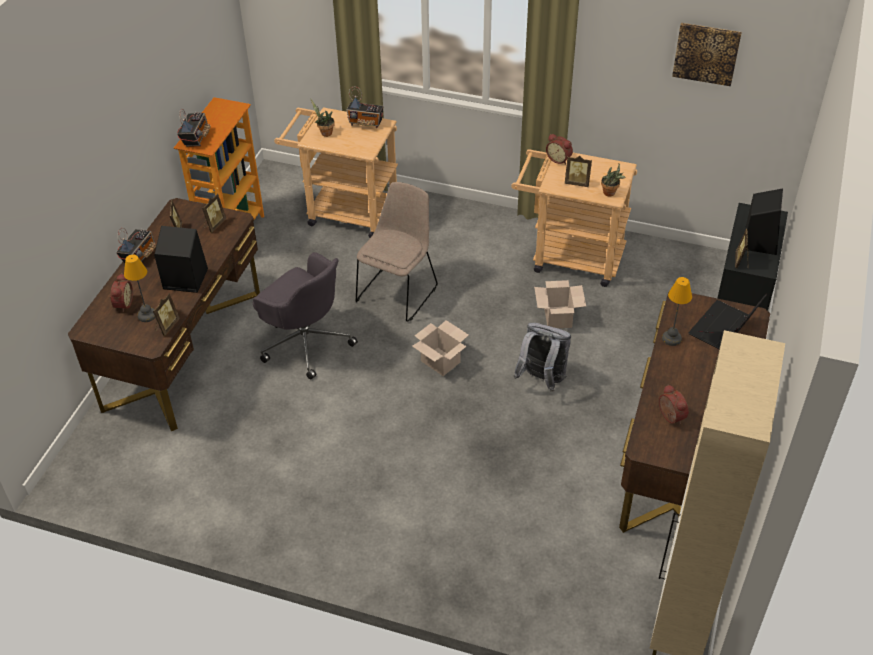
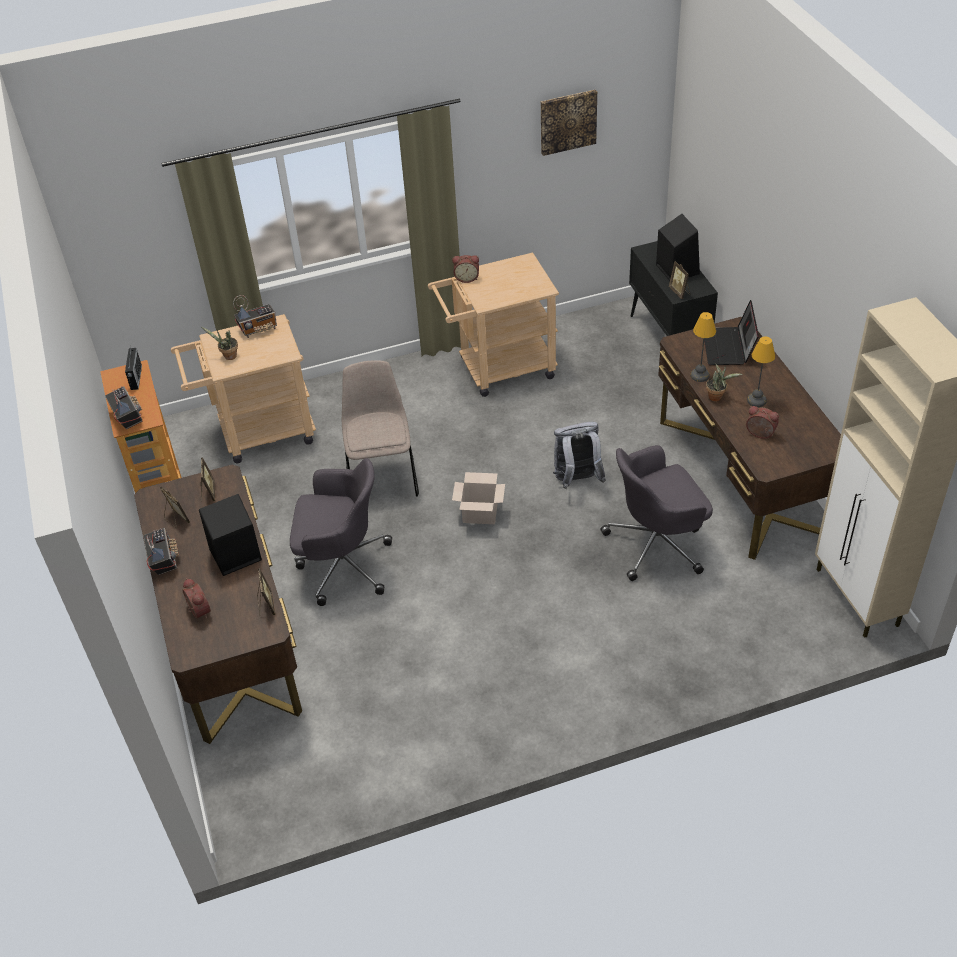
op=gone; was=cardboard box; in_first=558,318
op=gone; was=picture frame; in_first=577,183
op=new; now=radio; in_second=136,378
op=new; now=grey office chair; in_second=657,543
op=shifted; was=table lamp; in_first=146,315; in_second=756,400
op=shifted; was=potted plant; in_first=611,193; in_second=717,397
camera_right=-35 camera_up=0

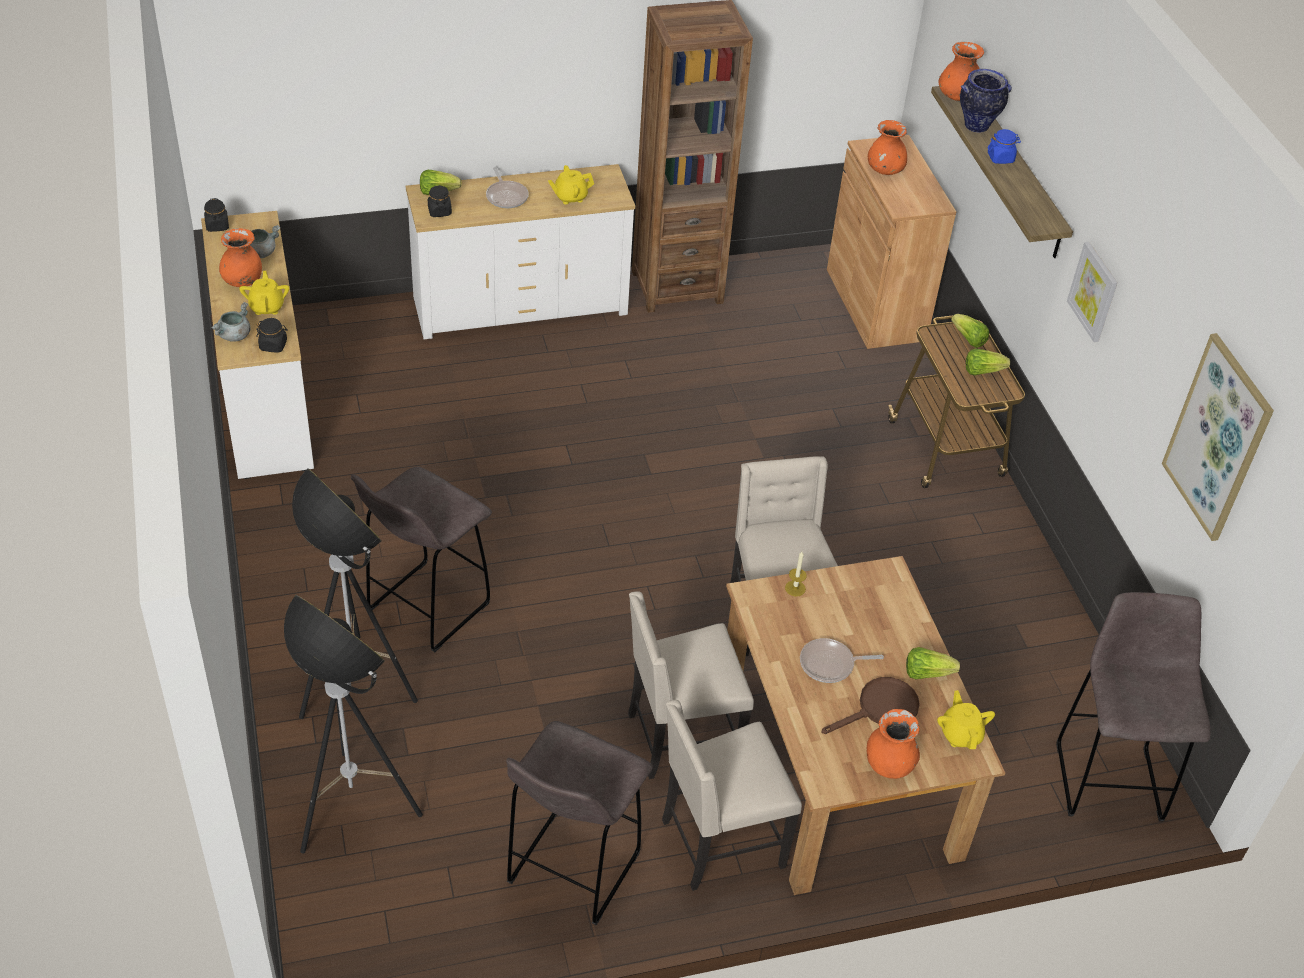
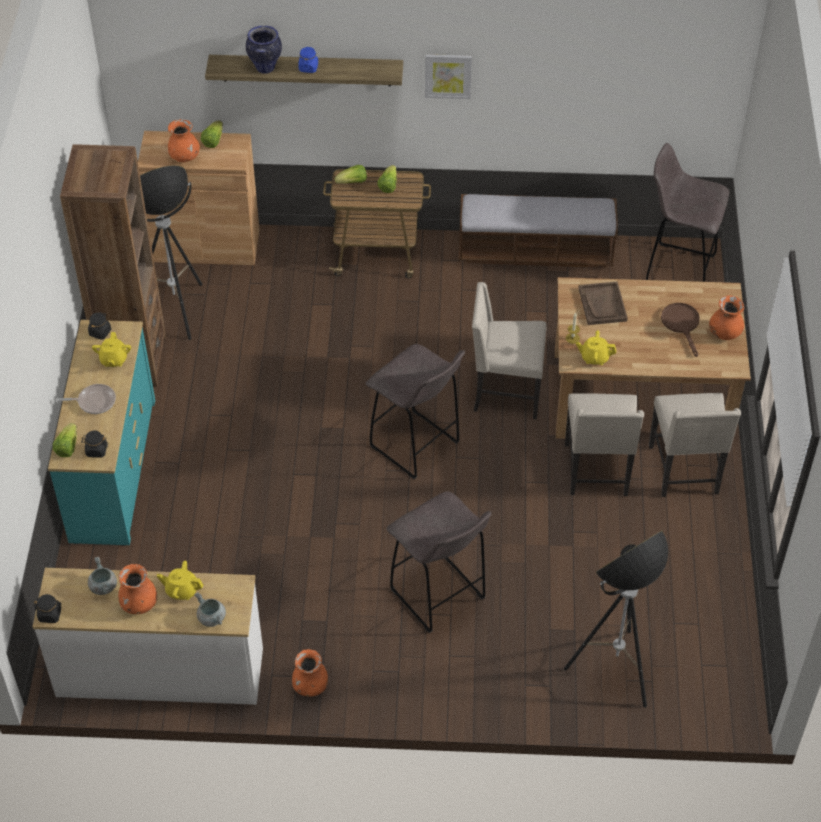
op=gone; was=frying pan; in_first=830,664
op=gone; was=picture; in_first=1218,438
op=new; now=bench; in_second=535,252
op=new; now=brown tray; in_second=602,305
op=shifted; was=black jar; in_first=273,345; in_second=100,332
op=shifted; was=floor lamp; in_first=355,687; in_second=176,311
op=shifted; was=grey stool; in_first=571,871; in_second=416,446
op=shifted; was=lettuce; in_first=927,673; in_second=213,140
op=shifted; was=yellow teapot; in_first=960,734; in_second=594,357
op=shifted; was=orange vase; in_first=957,97; in_second=310,686
op=repainted; was=white dresser; now=turquoise dresser; in_first=520,306; in_second=112,469
camera_right=-70 camera_up=5

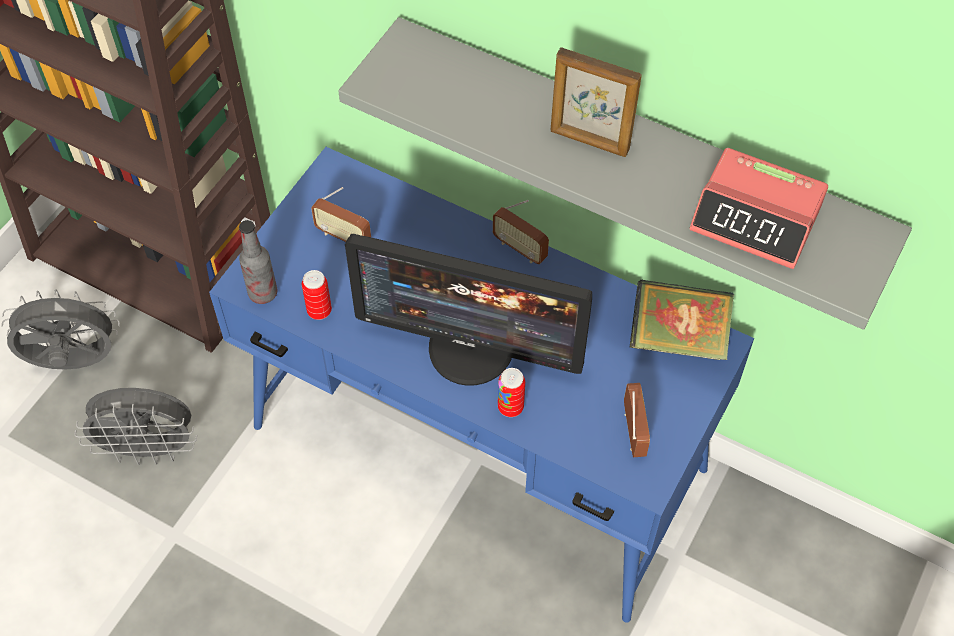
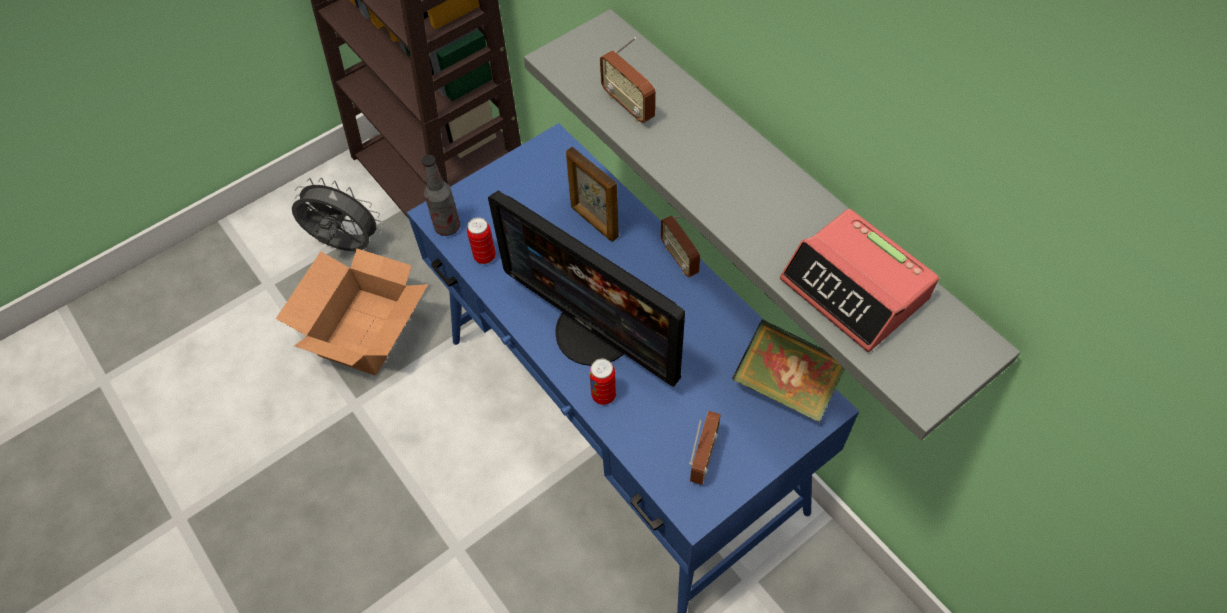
op=shifted; was=radio; in_first=343,237; in_second=628,106
op=shifted; was=picture frame; in_first=589,141; in_second=594,222
op=swapped; was=grey fan; now=cardboard box; in_first=150,449; in_second=368,331
camera_right=25 camera_up=0

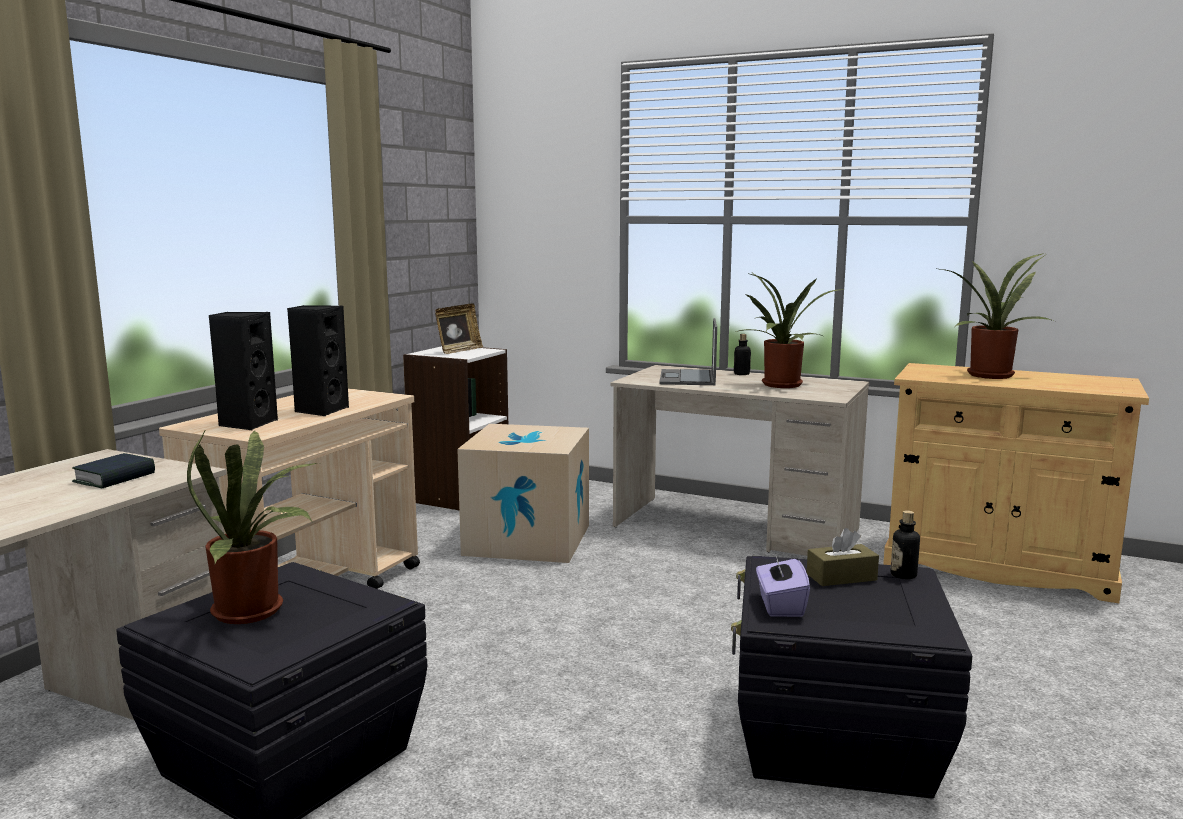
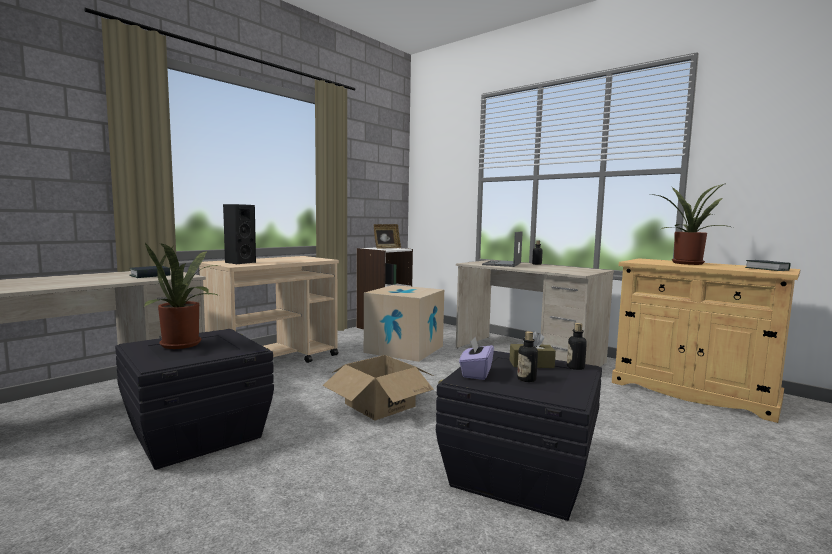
op=gone; was=black speaker; in_first=320,410
op=gone; was=potted plant; in_first=781,386
op=new; now=cardboard box; in_second=380,405
op=new; now=bottle; in_second=526,379
op=new; now=book; in_second=766,269
camera_right=15 camera_up=-5

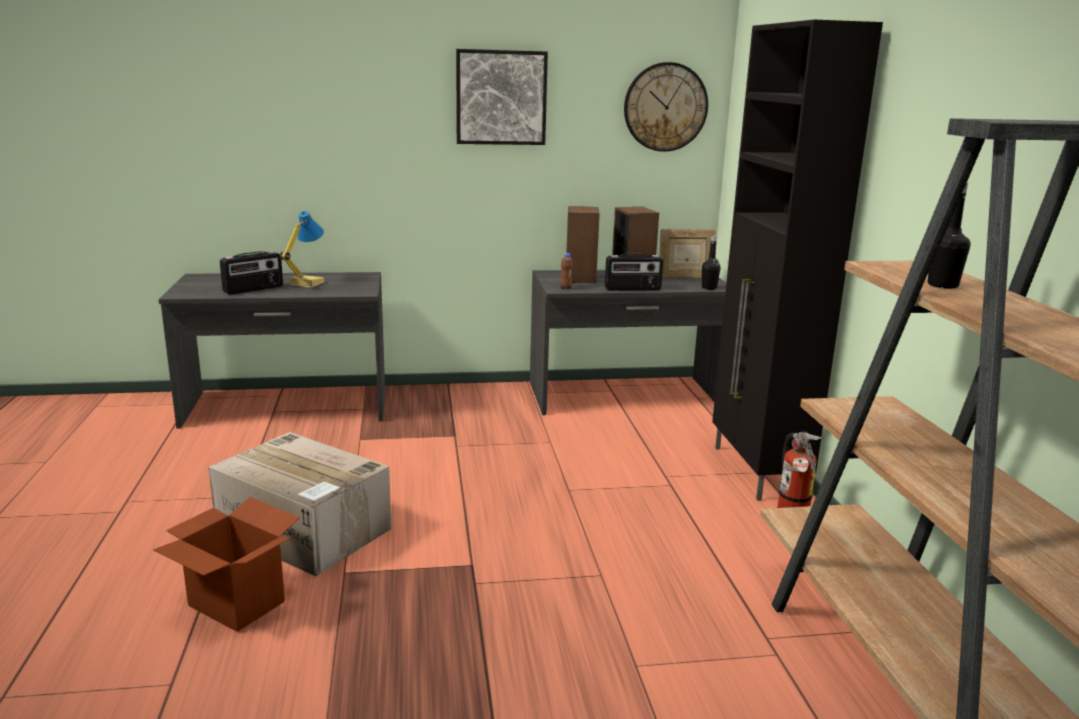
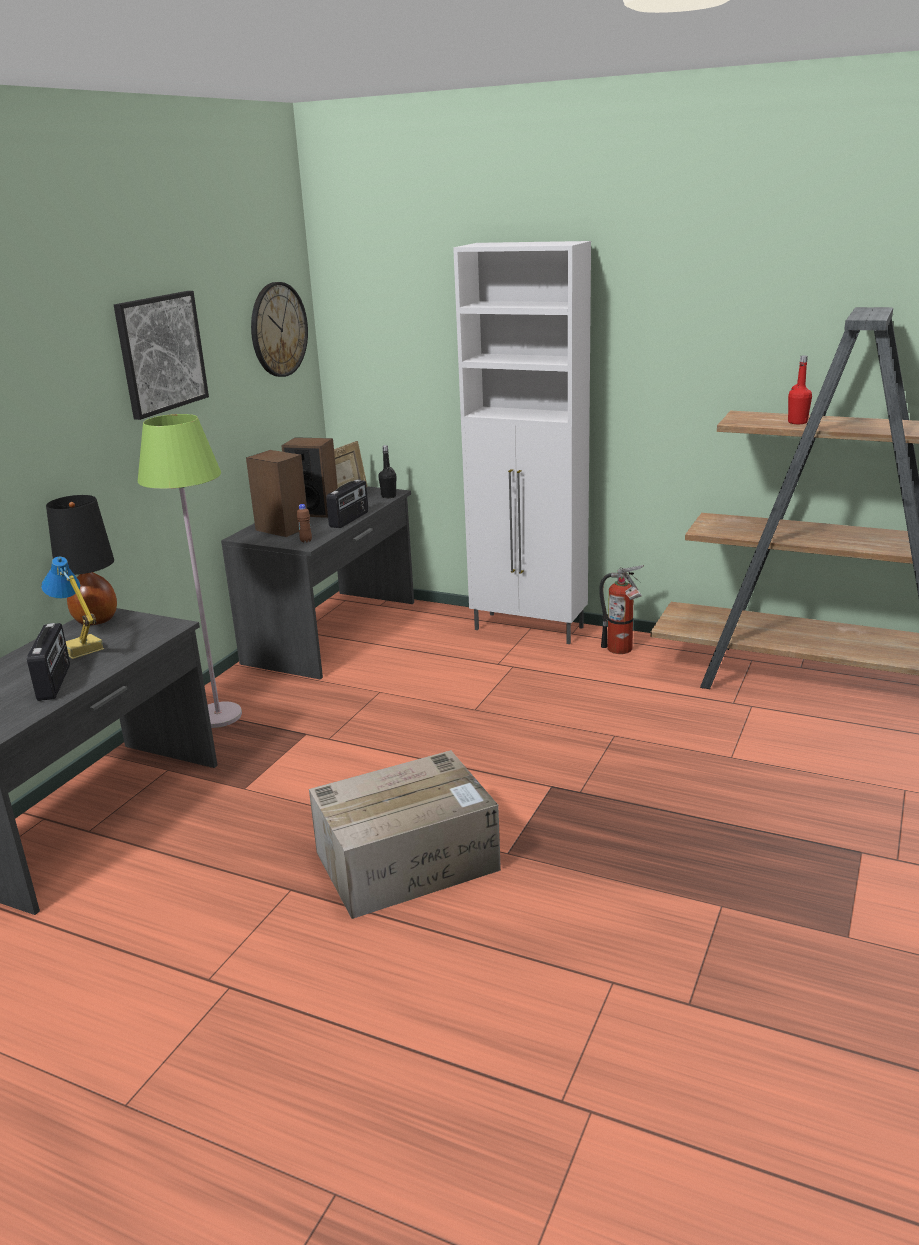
op=gone; was=cardboard box; in_first=236,603
op=new; now=black table lamp; in_second=96,620
op=new; now=green floor lamp; in_second=218,716
op=repainted; was=black cabinet; now=white cabinet; in_first=757,472; in_second=530,629
op=repainted; was=black bottle; now=red bottle; in_first=942,285; in_second=797,422
camera_right=-55 camera_up=5

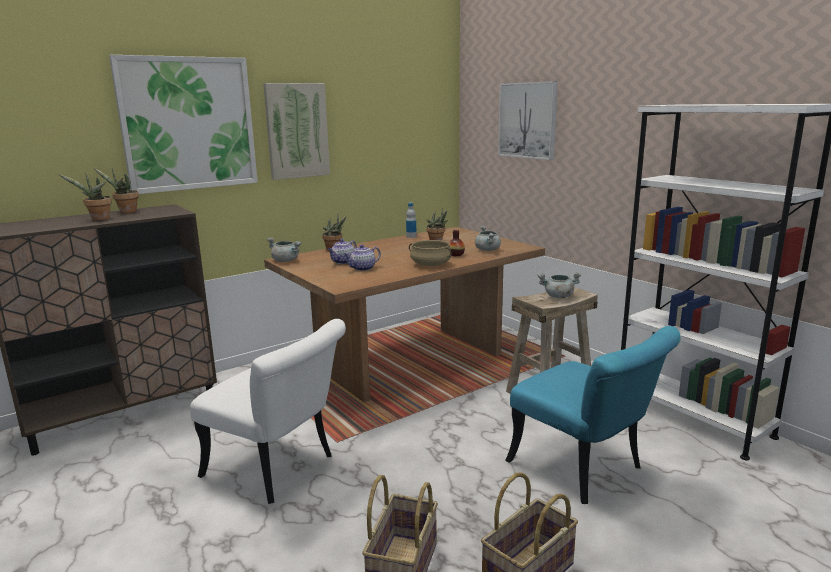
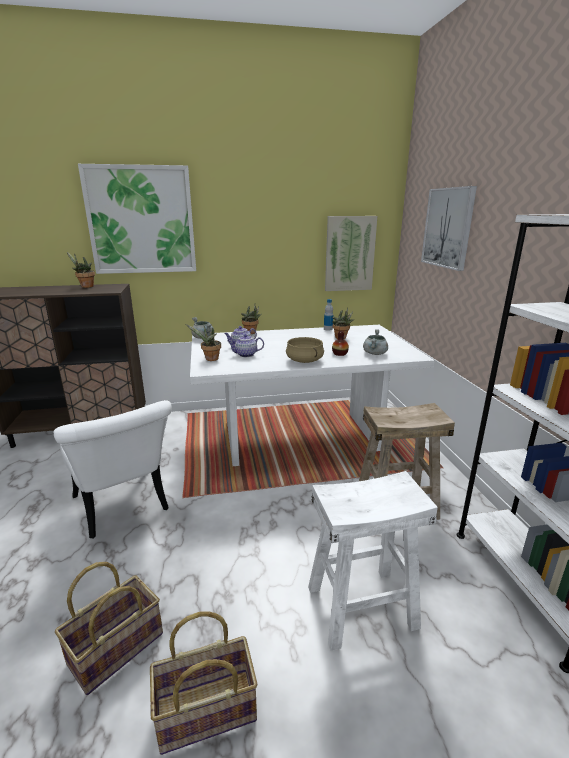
op=gone; was=grey cooking pot; in_first=558,296
op=shifted; was=potted plant; in_first=98,219; in_second=210,359
op=shifted; was=picture; in_first=297,131; in_second=349,253
op=swapped; was=turquoise chair; now=white stool; in_first=585,470; in_second=361,607
op=repainted; was=brown dining table; now=white dining table; in_first=409,362; in_second=300,438
camera_right=25 camera_up=5

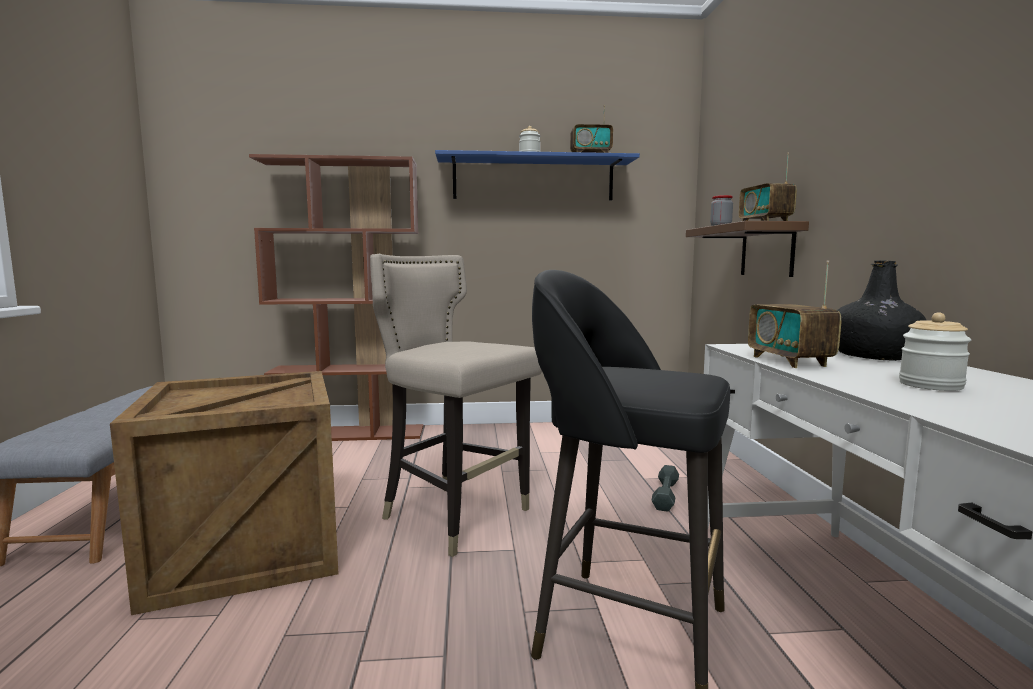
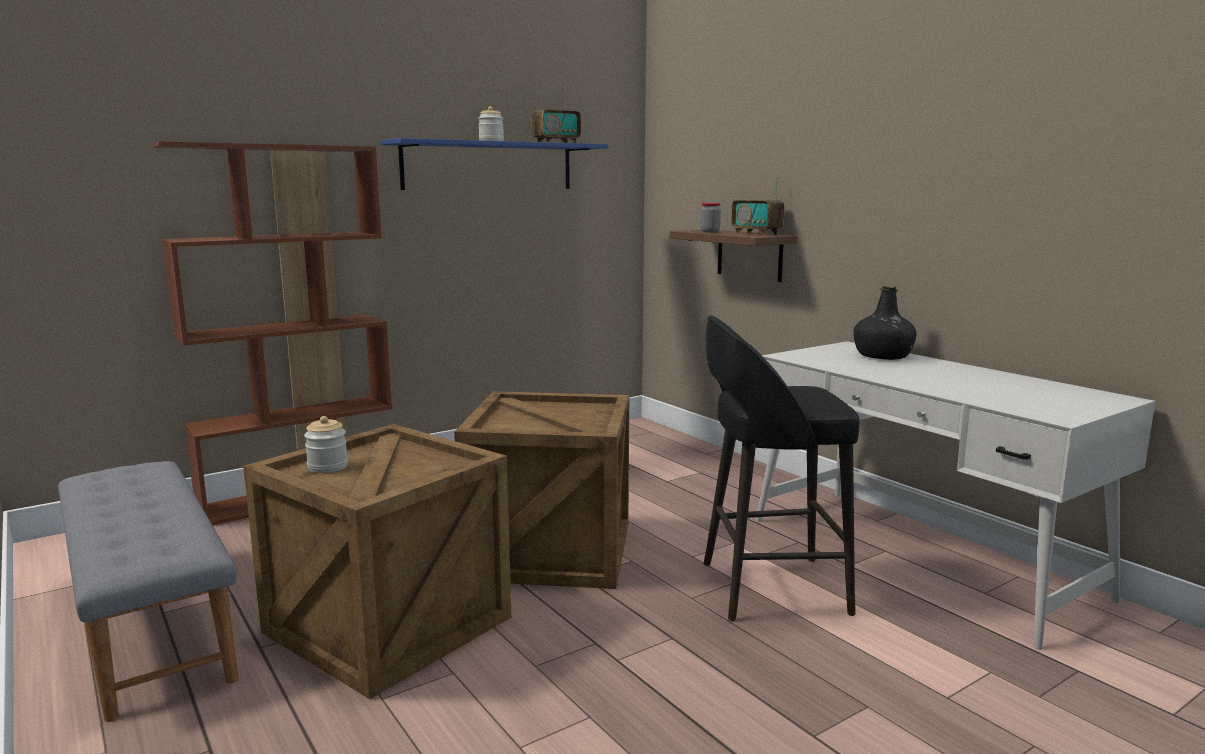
op=gone; was=grey dumbbell; in_first=665,494
op=gone; was=radio; in_first=789,361
op=shifted; was=jar; in_first=930,385; in_second=327,467
op=swapped; was=beige stool; now=crate; in_first=456,517; in_second=548,549
camera_right=-30 camera_up=5

